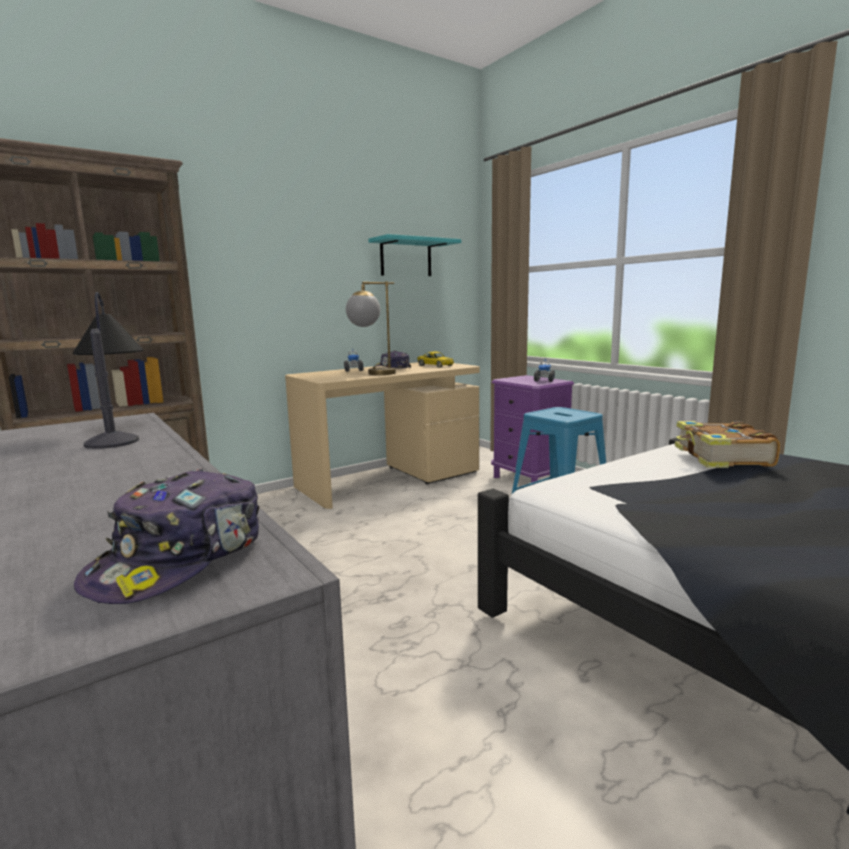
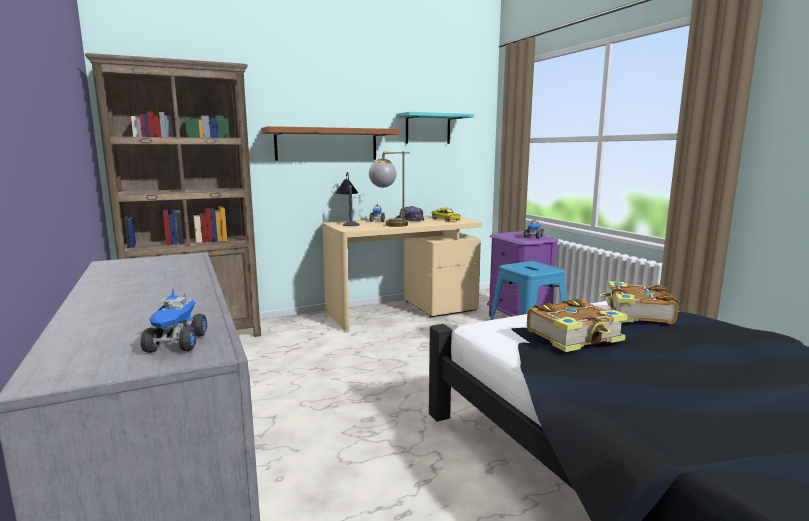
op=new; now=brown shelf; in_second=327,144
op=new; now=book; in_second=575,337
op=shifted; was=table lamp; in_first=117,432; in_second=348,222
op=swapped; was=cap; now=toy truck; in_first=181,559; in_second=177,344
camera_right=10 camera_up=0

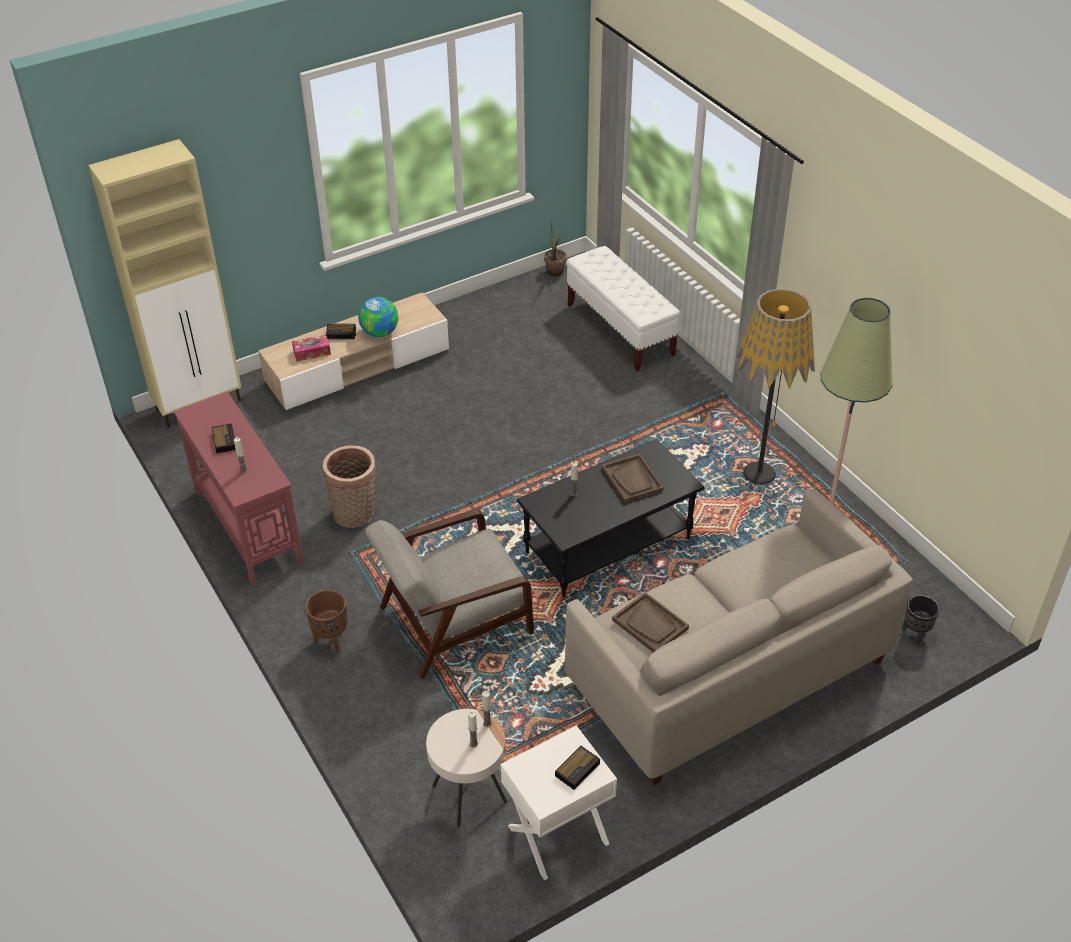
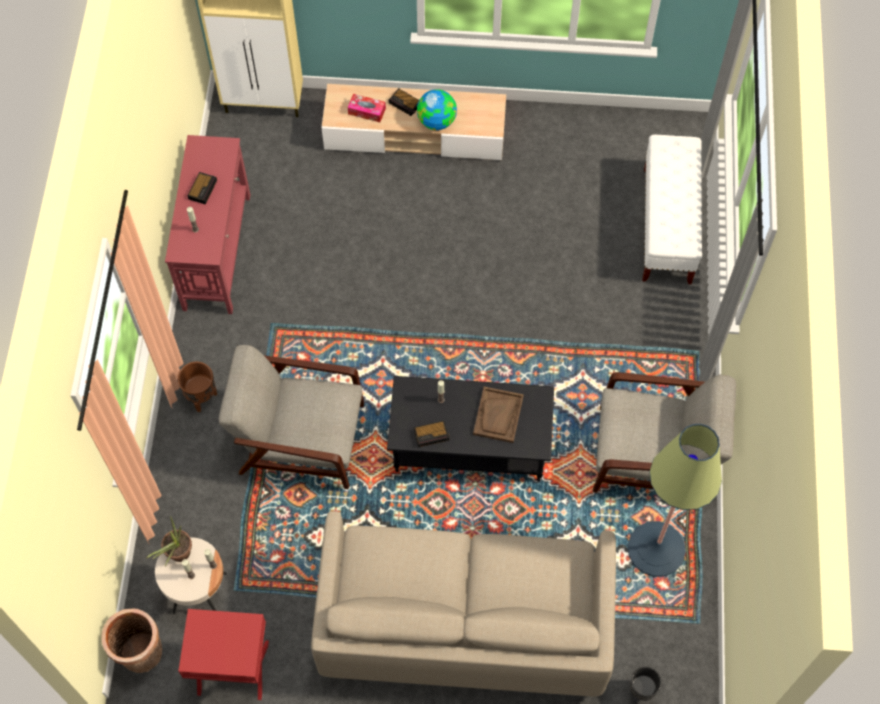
op=gone; was=brown tray; in_first=650,624
op=shifted; was=basket; in_first=356,514; in_second=142,655
op=shifted; was=potted plant; in_first=555,274; in_second=177,556
op=shifted; was=alarm clock; in_first=578,769; in_second=432,435
op=swapped; was=floor lamp; now=grey armchair; in_first=759,474; in_second=654,455
op=repainted; was=white nightstand; now=red nightstand; in_first=558,835; in_second=233,669
camera_right=35 camera_up=20

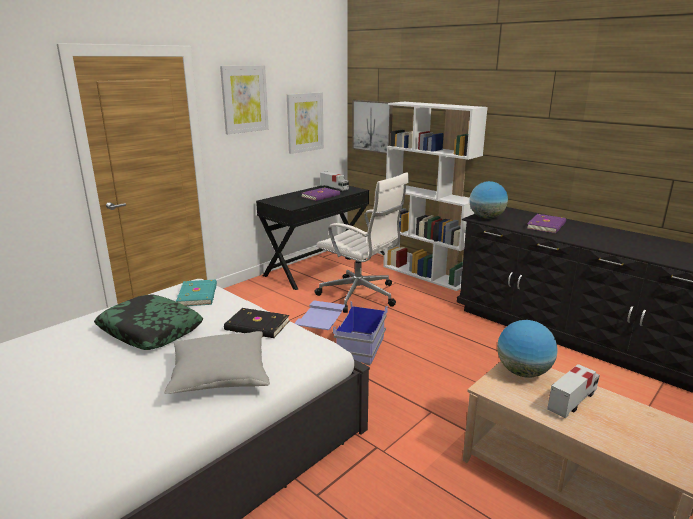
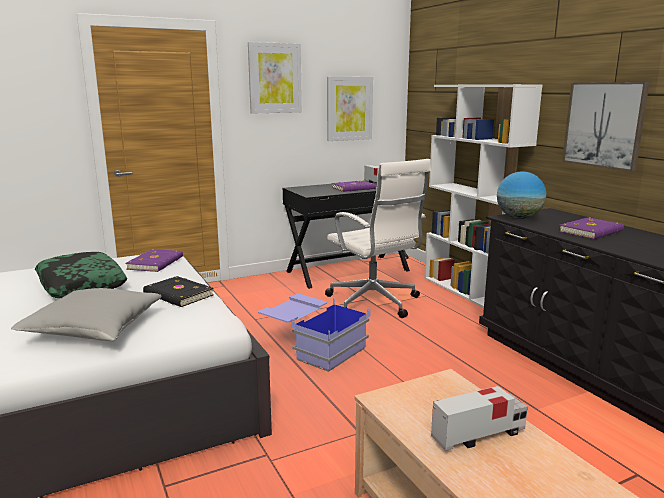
op=gone; was=globe; in_first=523,372
op=shifted; was=picture; in_first=372,126; in_second=604,125
op=repainted; was=turquoise book; now=purple book; in_first=198,295; in_second=156,263
camera_right=20 camera_up=-5

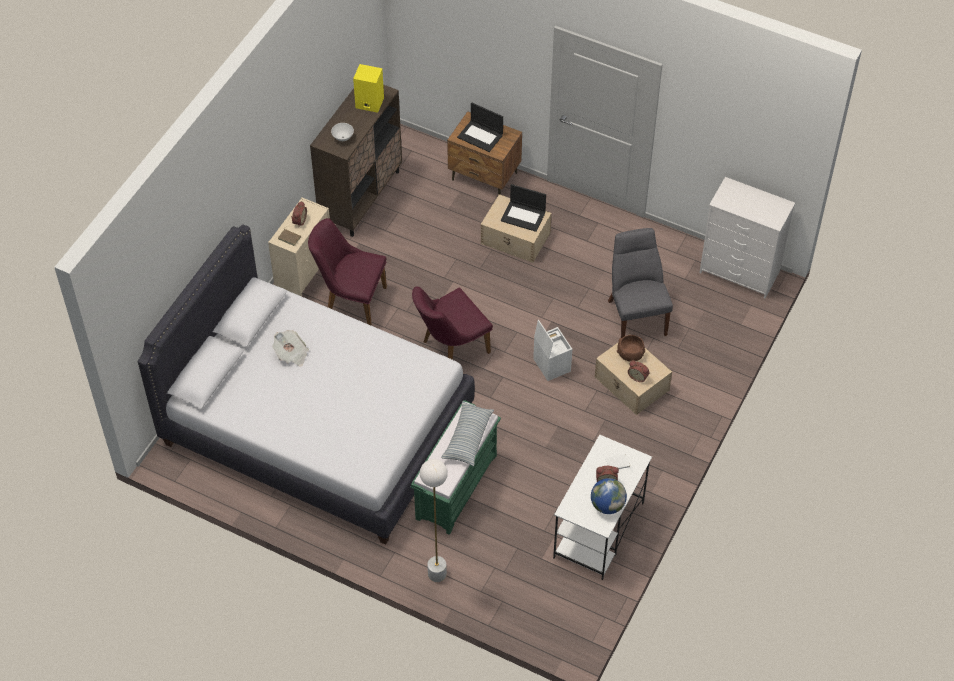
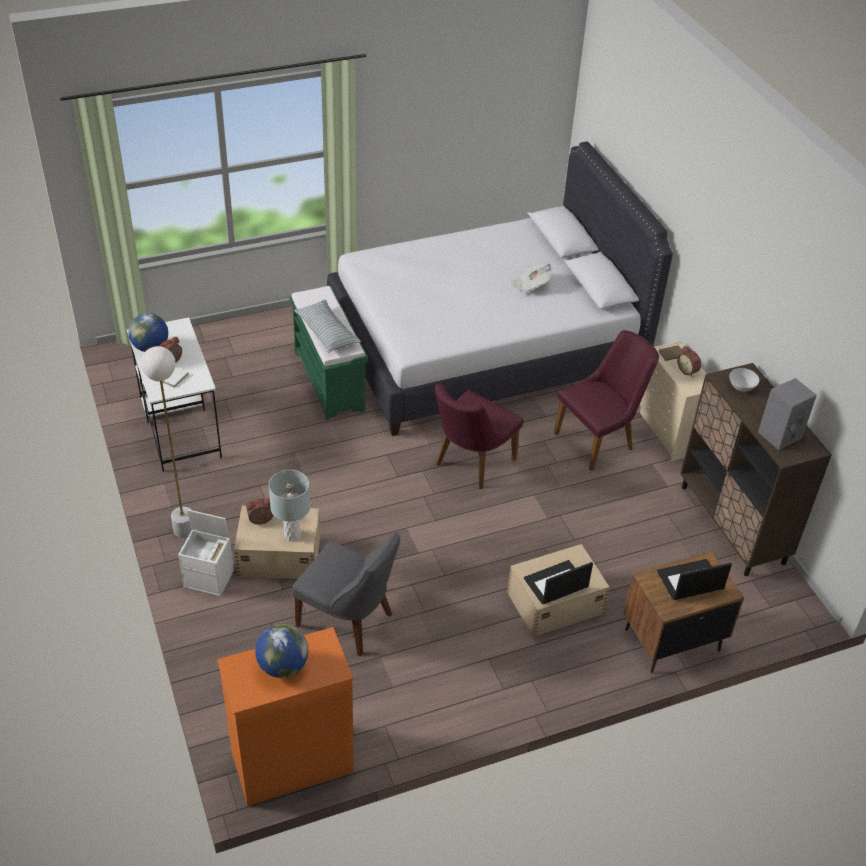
op=new; now=globe; in_second=283,666
op=shifted; was=white floor lamp; in_first=437,574; in_second=184,530
op=shifted; was=white storage box; in_first=551,365; in_second=210,578
op=swapped; was=brown bowl; now=grey table lamp; in_first=630,353; in_second=292,535
op=repainted; was=yellow speaker; now=grey speaker; in_first=368,103; in_second=780,434
op=repainted; was=white dresser; now=orange dresser; in_first=740,272; in_second=291,763
op=rotated; was=purple chair; in_first=450,348; in_second=470,465; clockwise=-150
camera_right=130 camera_up=-10

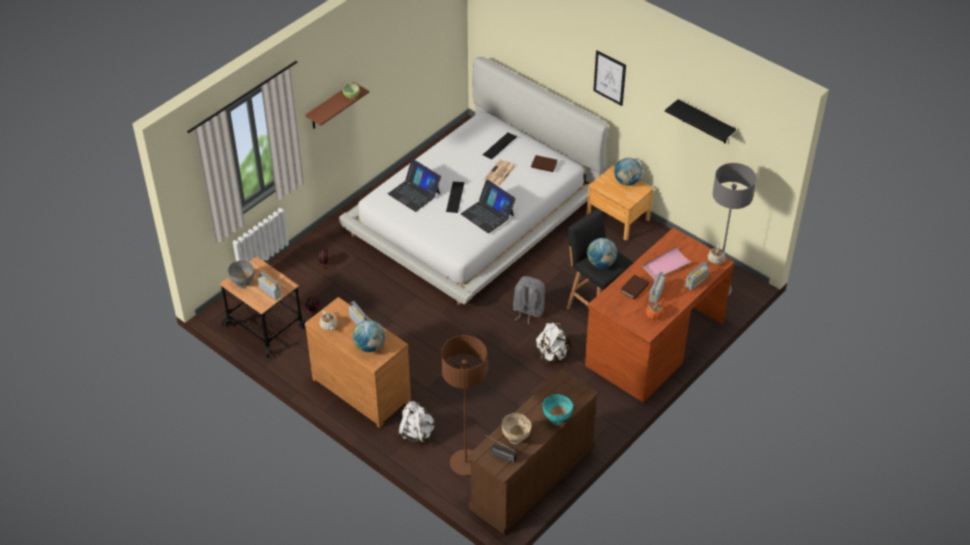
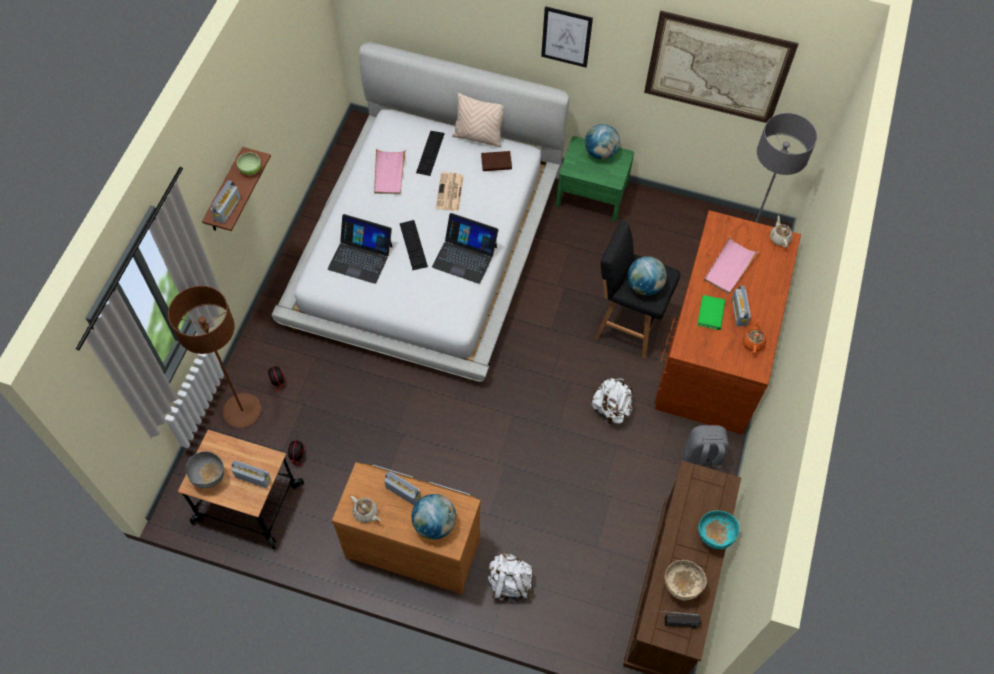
op=new; now=pink tray; in_second=389,173
op=new; now=beige pillow; in_second=478,137
op=shifted; was=brown floor lamp; in_first=465,463; in_second=242,411
op=shifted; was=grey backpack; in_first=527,311; in_second=701,459
op=shifted; was=radio; in_first=696,282; in_second=227,209
op=swapped; was=black shelf; now=picture; in_first=705,122; in_second=717,68
op=repainted; was=brown nightstand; now=green nightstand; in_first=617,218; in_second=592,195
op=repainted; was=brown book; now=green book; in_first=634,288; in_second=711,313
camera_right=-25 camera_up=15

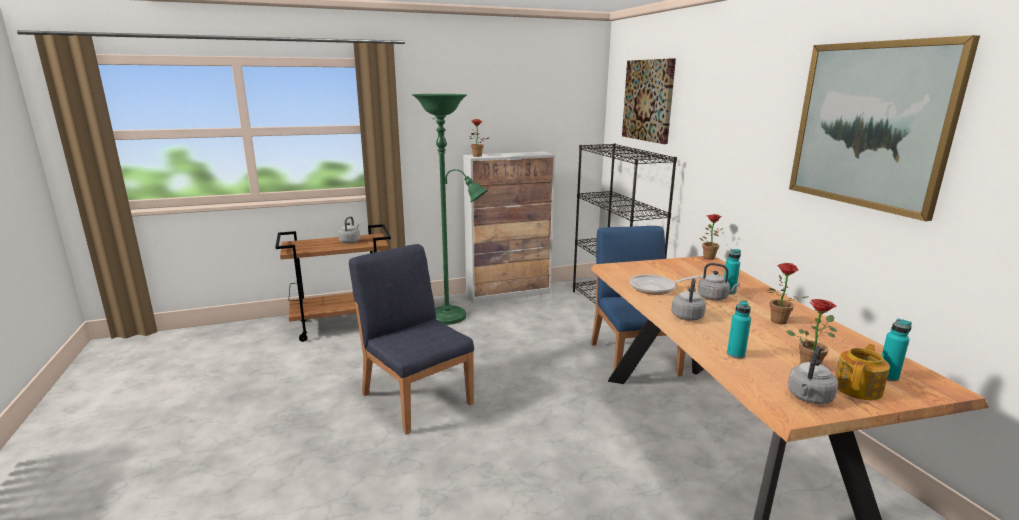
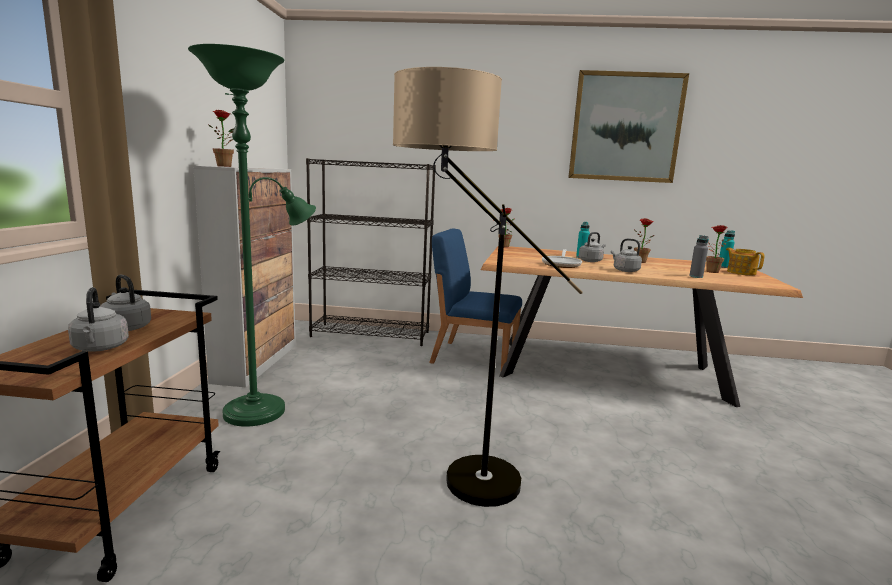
op=gone; was=picture; in_first=648,100
op=shifted; was=grey kettle; in_first=809,398; in_second=100,348
op=swapped; was=blue chair; now=floor lamp; in_first=417,398; in_second=453,486
op=repainted; was=turquoise bottle; now=grey bottle; in_first=735,354; in_second=696,276
camera_right=-65 camera_up=-5

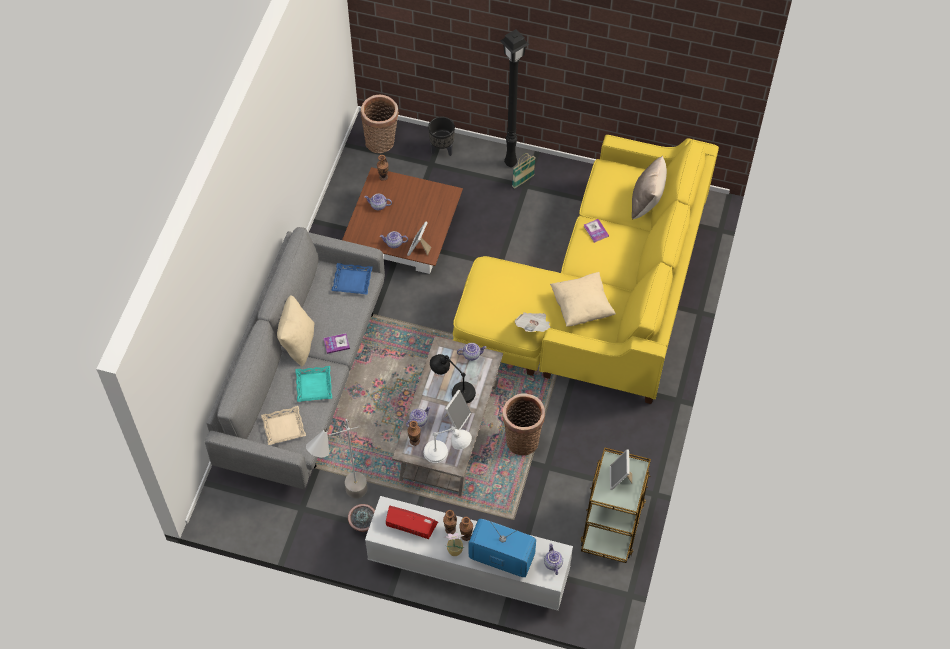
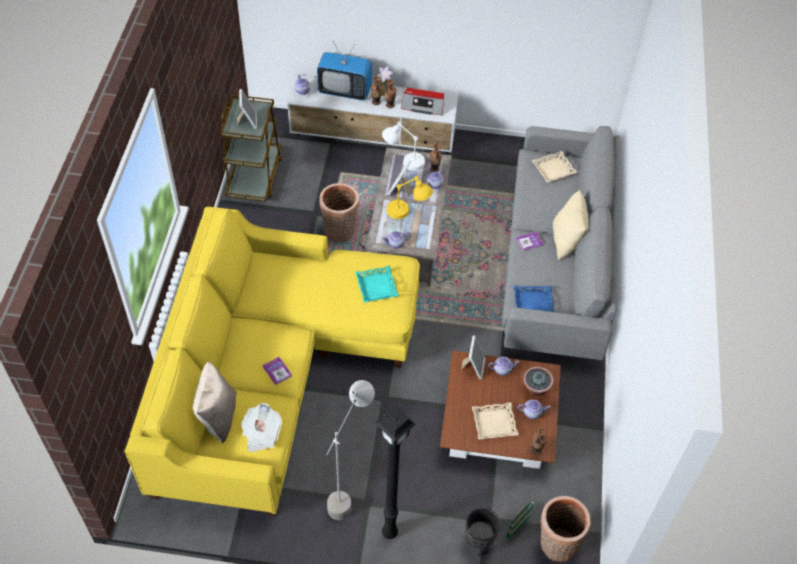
op=gone; was=beige pillow; in_first=581,307
op=new; now=beige tray; in_second=494,422
op=shifted; was=turquoise tray; in_first=313,386; in_second=377,287
op=shifted; was=grey floor lamp; in_first=344,502; in_second=349,492
op=shifted; was=potted plant; in_first=363,524; in_second=535,389
op=shifted; was=basket; in_first=523,181; in_second=517,528
op=shifted; was=newspaper; in_first=533,327; in_second=261,434
op=repainted; was=black table lamp; now=yellow table lamp; in_first=453,389; in_second=408,213
camera_right=170 camera_up=-5

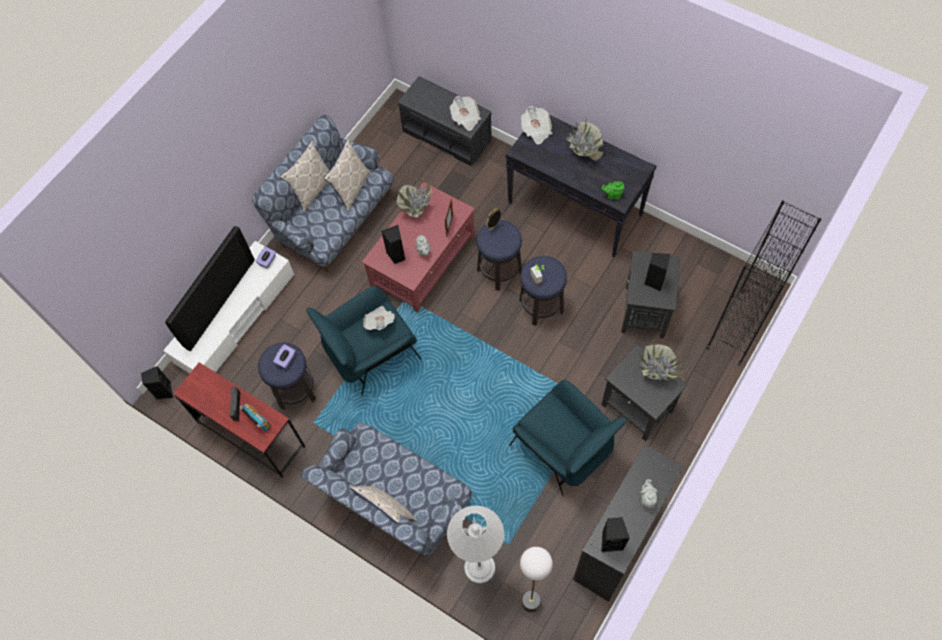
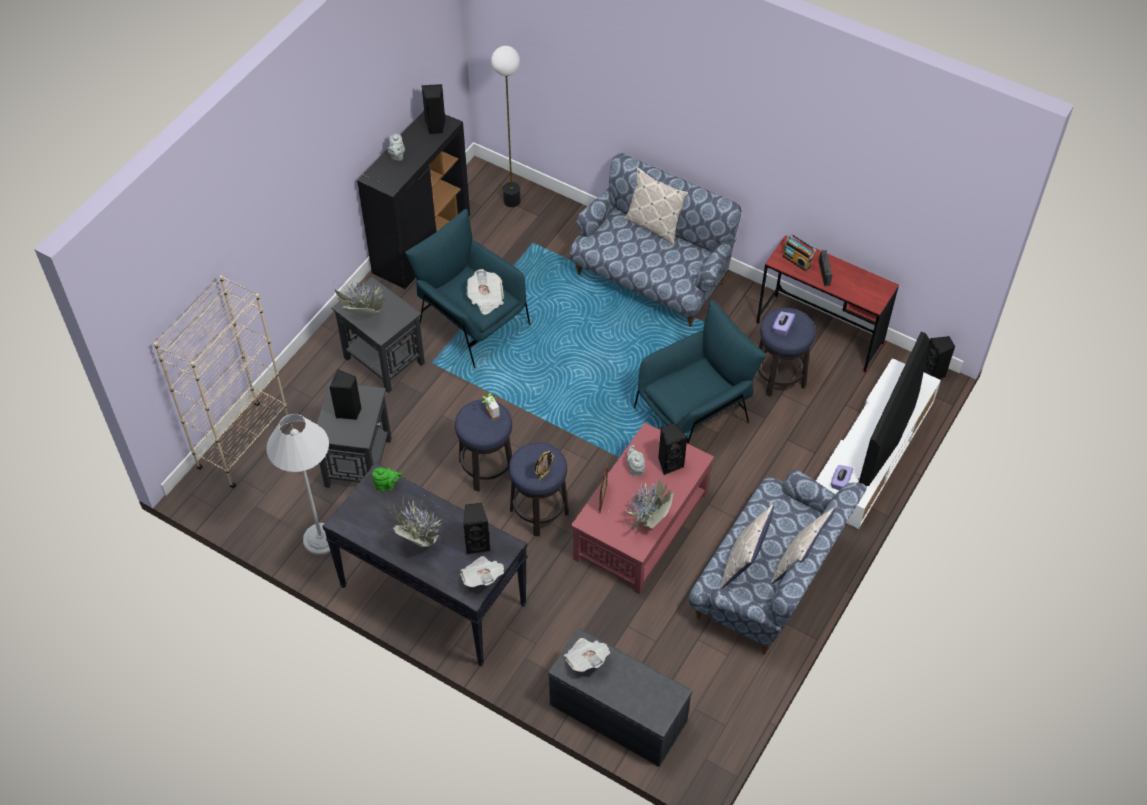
op=new; now=black speaker; in_second=477,544
op=shifted; was=newspaper; in_first=379,322; in_second=485,299
op=shifted; was=white floor lamp; in_first=479,567; in_second=321,539
op=repainted; was=black bookcase; now=beige bookcase; in_first=740,326; in_second=244,445
camera_right=175 camera_up=-10

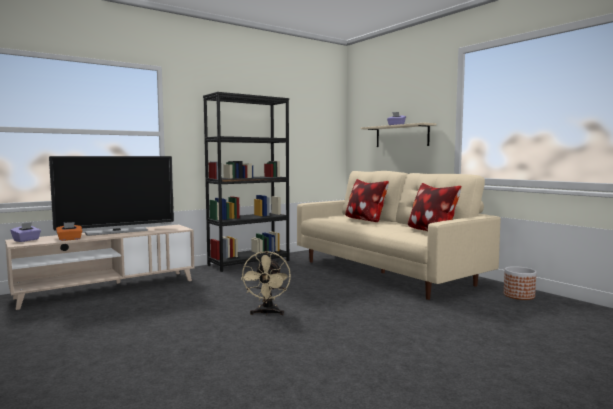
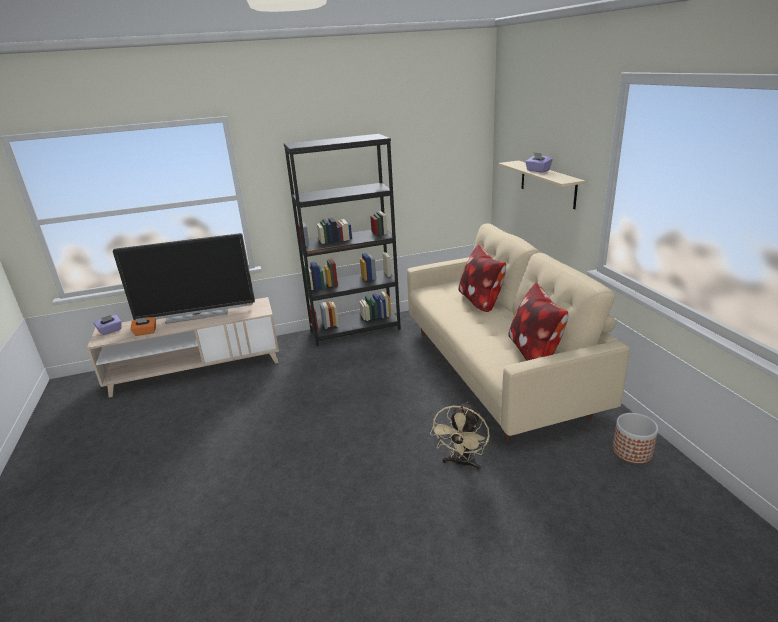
op=shifted; was=beige fan; in_first=267,313; in_second=462,463
camera_right=20 camera_up=20

